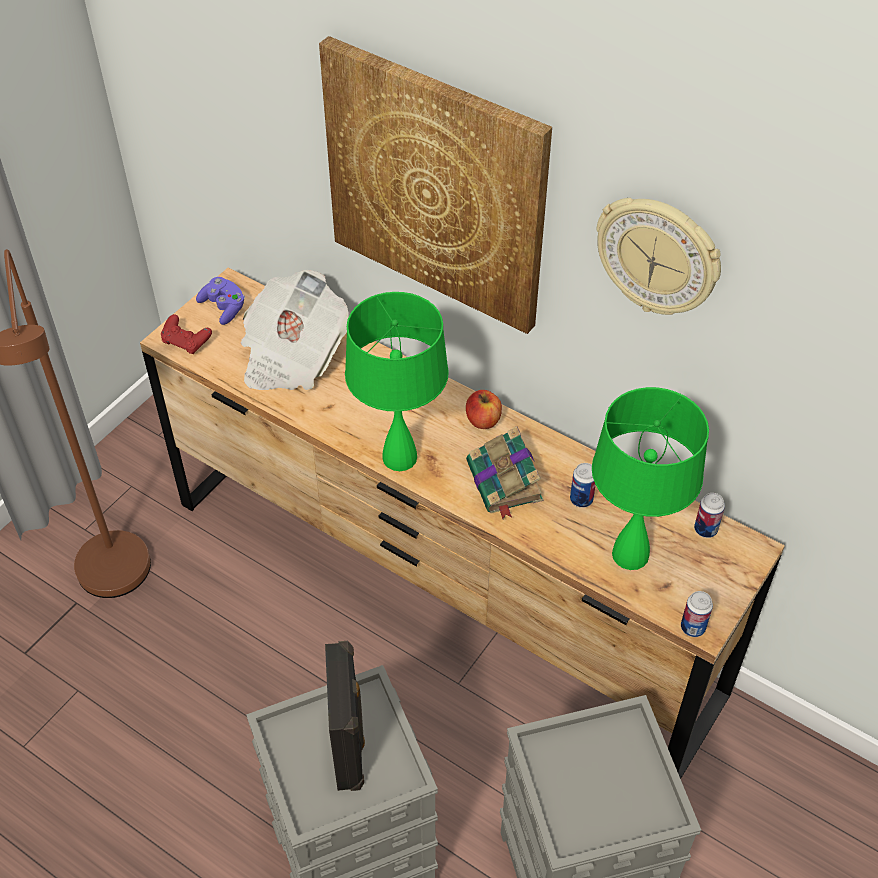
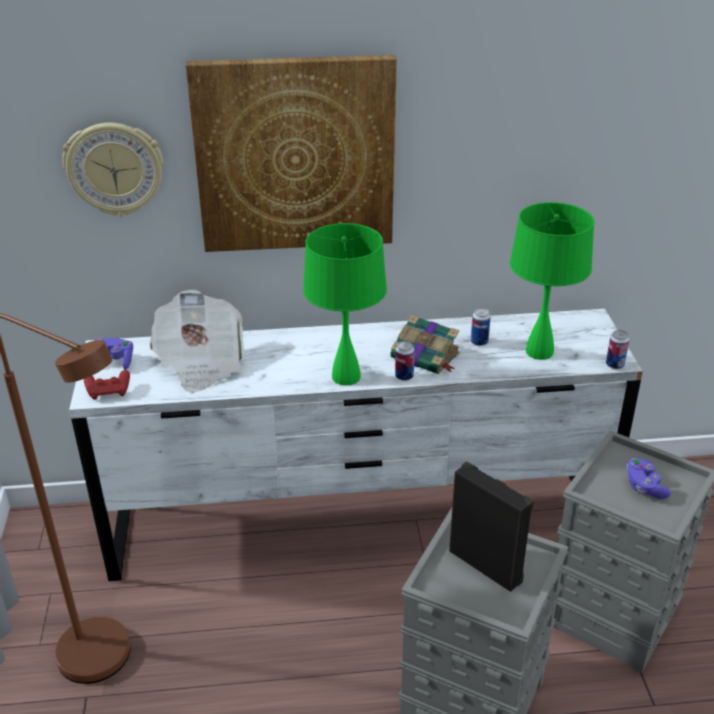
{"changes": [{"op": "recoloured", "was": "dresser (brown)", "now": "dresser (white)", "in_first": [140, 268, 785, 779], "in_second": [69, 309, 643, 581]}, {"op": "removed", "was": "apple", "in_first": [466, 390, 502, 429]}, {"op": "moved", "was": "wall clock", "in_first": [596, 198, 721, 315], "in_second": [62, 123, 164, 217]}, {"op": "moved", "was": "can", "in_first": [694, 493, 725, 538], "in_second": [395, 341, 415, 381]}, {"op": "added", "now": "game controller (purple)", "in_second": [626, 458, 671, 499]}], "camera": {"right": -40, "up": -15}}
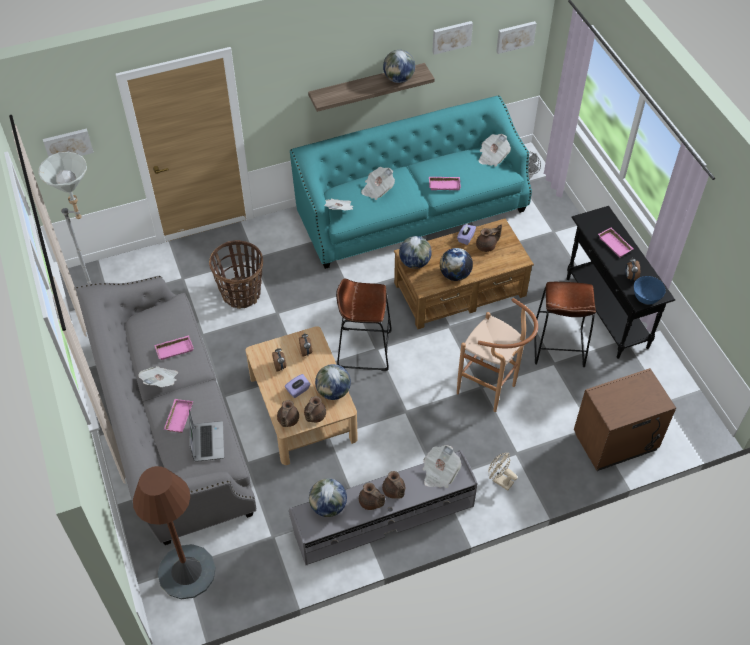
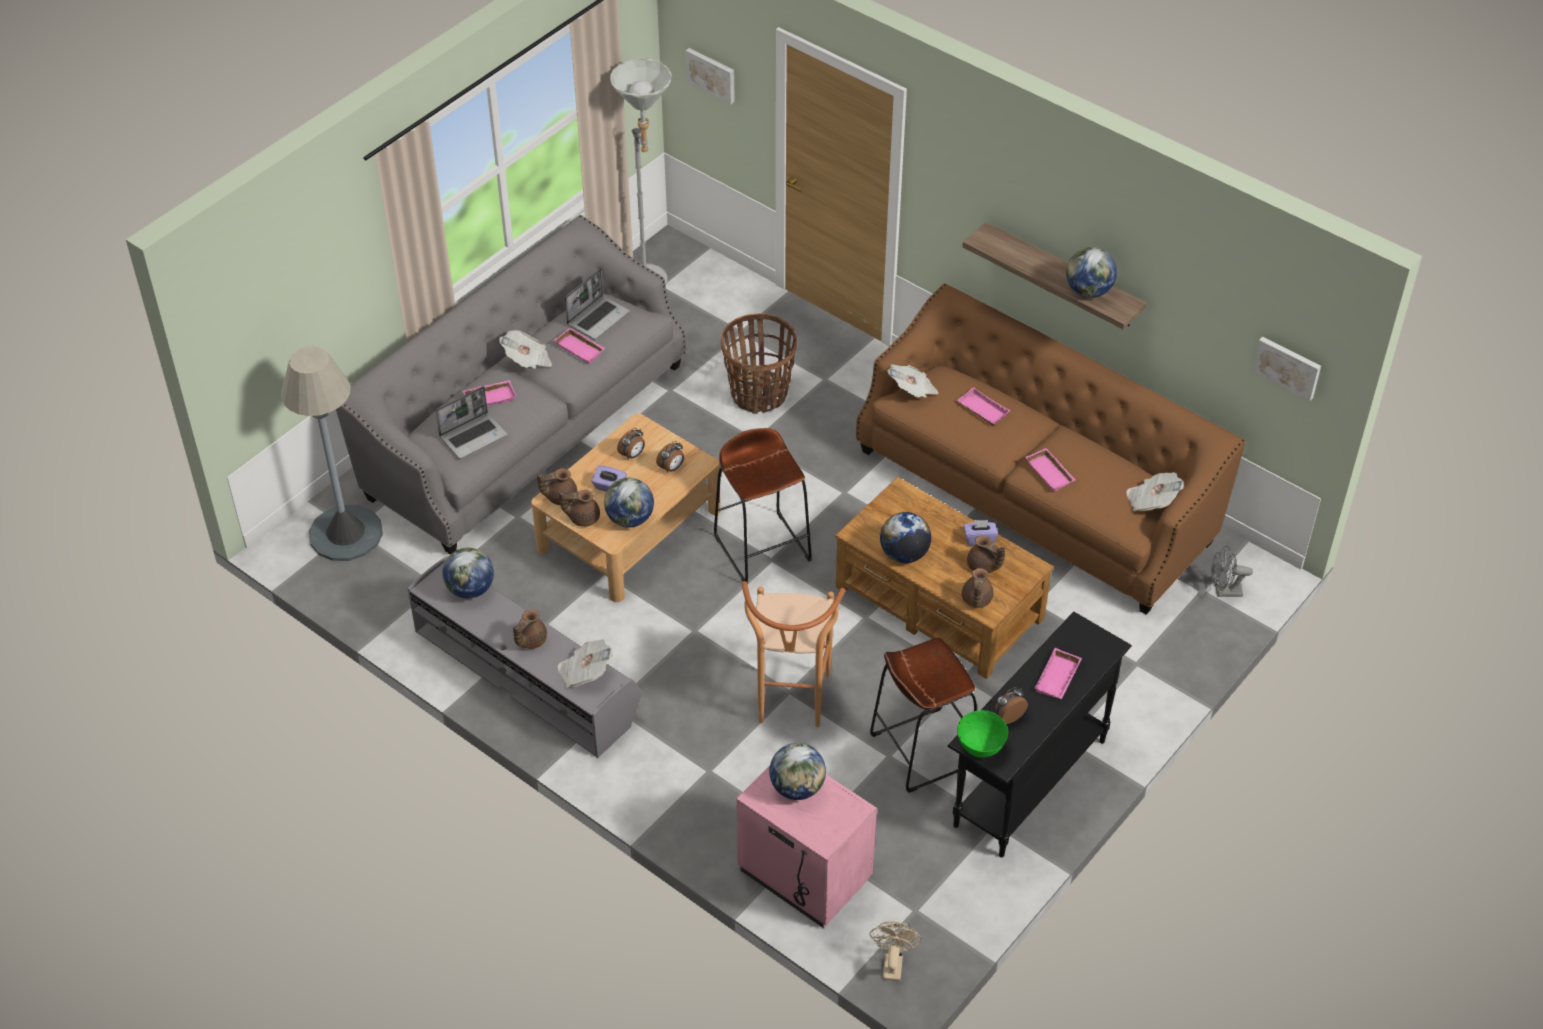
{"changes": [{"op": "recoloured", "was": "floor lamp (brown)", "now": "floor lamp (grey)", "in_first": [133, 466, 216, 599], "in_second": [281, 346, 383, 561]}, {"op": "recoloured", "was": "sofa (turquoise)", "now": "sofa (brown)", "in_first": [290, 95, 532, 269], "in_second": [856, 284, 1246, 615]}, {"op": "moved", "was": "teapot (brown)", "in_first": [359, 483, 385, 510], "in_second": [962, 568, 994, 608]}, {"op": "replaced", "was": "newspaper", "now": "tray (pink)", "in_first": [361, 167, 395, 200], "in_second": [957, 387, 1010, 425]}, {"op": "moved", "was": "globe", "in_first": [399, 236, 432, 269], "in_second": [769, 743, 826, 800]}, {"op": "removed", "was": "picture", "in_first": [432, 21, 473, 55]}, {"op": "moved", "was": "fan (beige)", "in_first": [488, 453, 518, 491], "in_second": [870, 921, 921, 982]}, {"op": "recoloured", "was": "nightstand (brown)", "now": "nightstand (pink)", "in_first": [574, 368, 676, 471], "in_second": [736, 766, 877, 928]}, {"op": "recoloured", "was": "bowl (blue)", "now": "bowl (green)", "in_first": [634, 276, 666, 305], "in_second": [957, 710, 1008, 758]}, {"op": "added", "now": "laptop", "in_second": [565, 269, 630, 339]}], "camera": {"right": 60, "up": -5}}
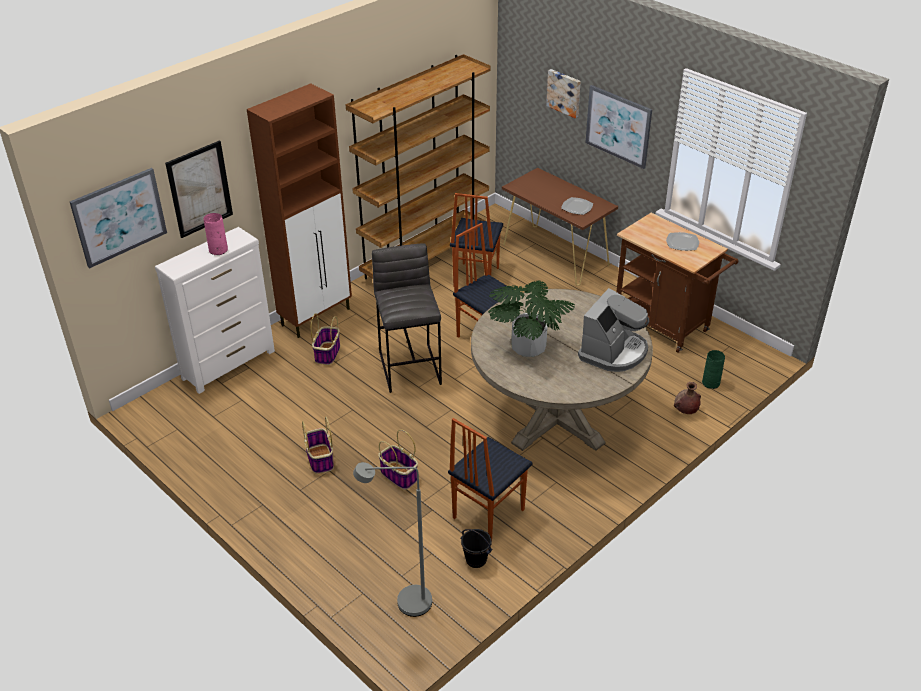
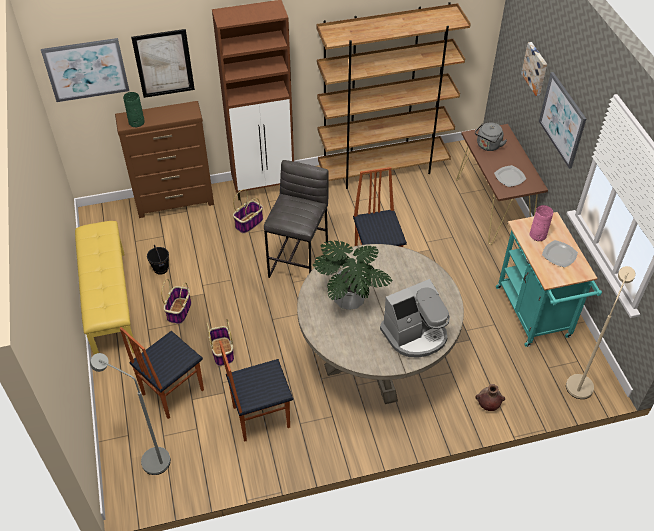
{"changes": [{"op": "recoloured", "was": "dresser (white)", "now": "dresser (brown)", "in_first": [155, 227, 275, 394], "in_second": [115, 101, 214, 218]}, {"op": "moved", "was": "vase (pink)", "in_first": [203, 213, 228, 255], "in_second": [529, 205, 553, 241]}, {"op": "moved", "was": "chair", "in_first": [450, 193, 503, 287], "in_second": [120, 327, 204, 419]}, {"op": "moved", "was": "bucket (black)", "in_first": [460, 529, 492, 568], "in_second": [147, 245, 169, 275]}, {"op": "recoloured", "was": "cart (brown)", "now": "cart (turquoise)", "in_first": [616, 213, 738, 353], "in_second": [496, 212, 602, 347]}, {"op": "moved", "was": "vase (green)", "in_first": [702, 350, 725, 389], "in_second": [123, 92, 145, 127]}, {"op": "added", "now": "bench (yellow)", "in_second": [75, 221, 134, 354]}, {"op": "added", "now": "kettle (grey)", "in_second": [475, 122, 507, 151]}, {"op": "added", "now": "floor lamp (beige)", "in_second": [566, 266, 636, 399]}], "camera": {"right": 30, "up": 10}}
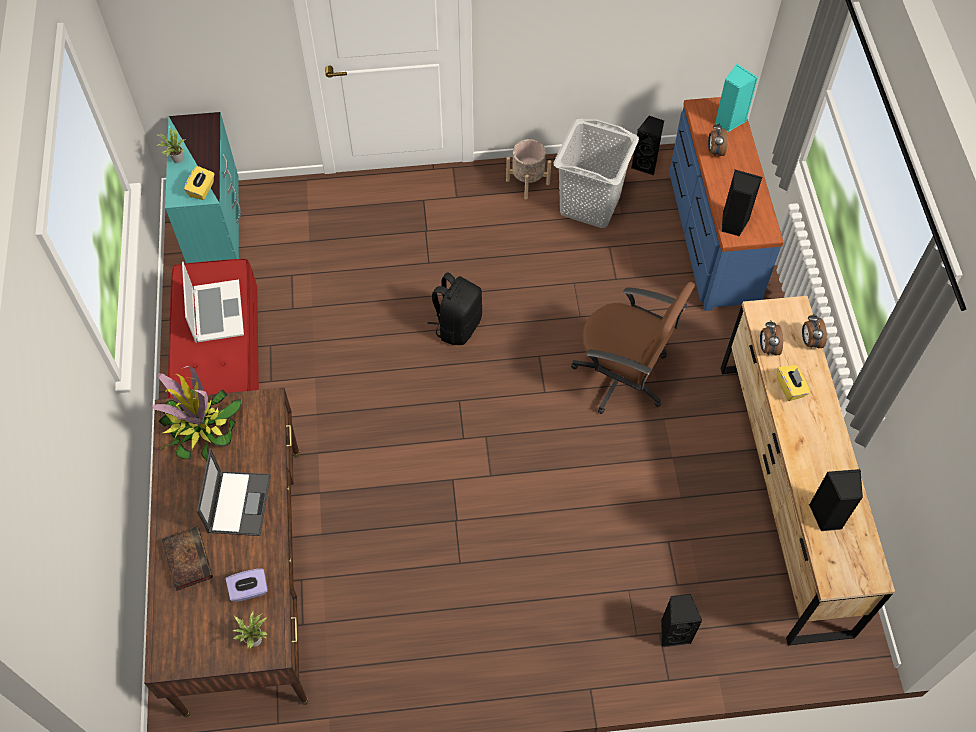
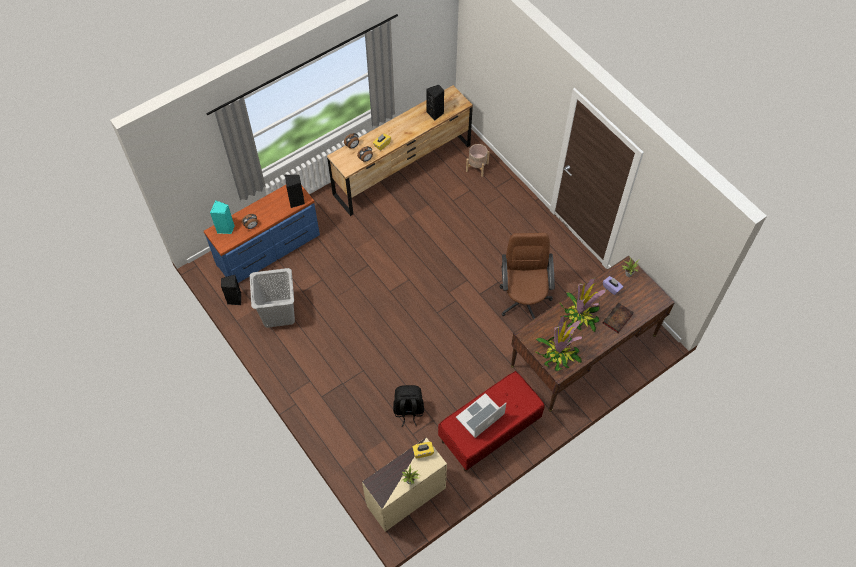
{"changes": [{"op": "recoloured", "was": "dresser (turquoise)", "now": "dresser (beige)", "in_first": [165, 112, 241, 263], "in_second": [362, 437, 447, 532]}, {"op": "replaced", "was": "laptop", "now": "potted plant", "in_first": [197, 448, 271, 536], "in_second": [560, 278, 607, 332]}, {"op": "moved", "was": "backpack (black)", "in_first": [427, 272, 482, 345], "in_second": [393, 385, 424, 427]}, {"op": "moved", "was": "planter (beige)", "in_first": [506, 139, 551, 199], "in_second": [466, 144, 490, 177]}, {"op": "moved", "was": "office chair (brown)", "in_first": [571, 282, 695, 414], "in_second": [499, 233, 555, 319]}, {"op": "removed", "was": "speaker (black)", "in_first": [661, 594, 702, 647]}], "camera": {"right": -120, "up": 0}}
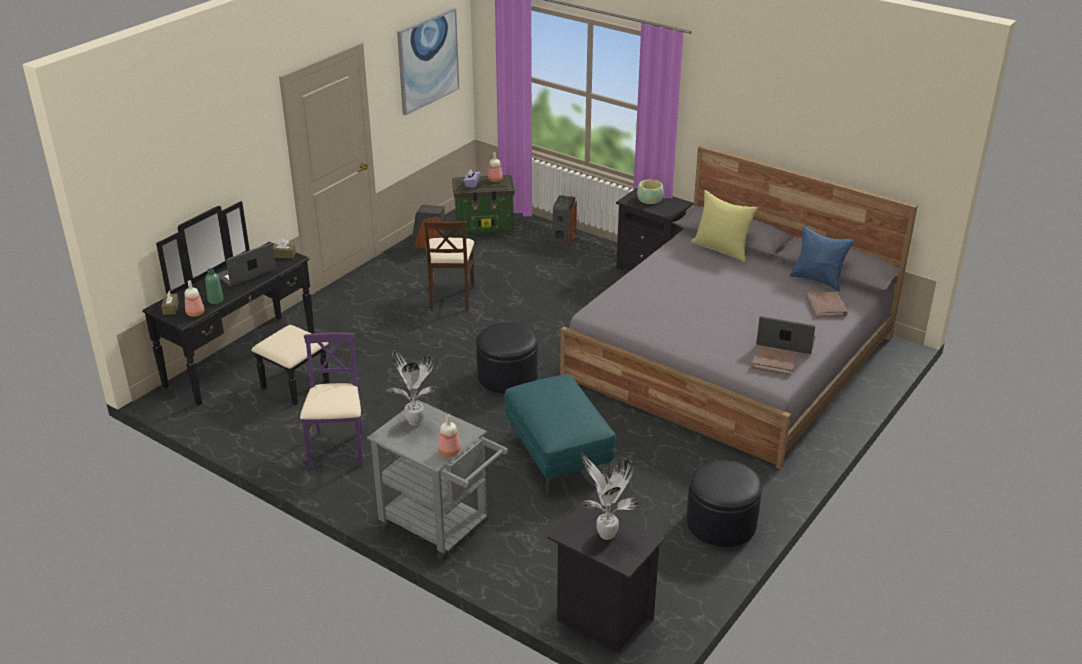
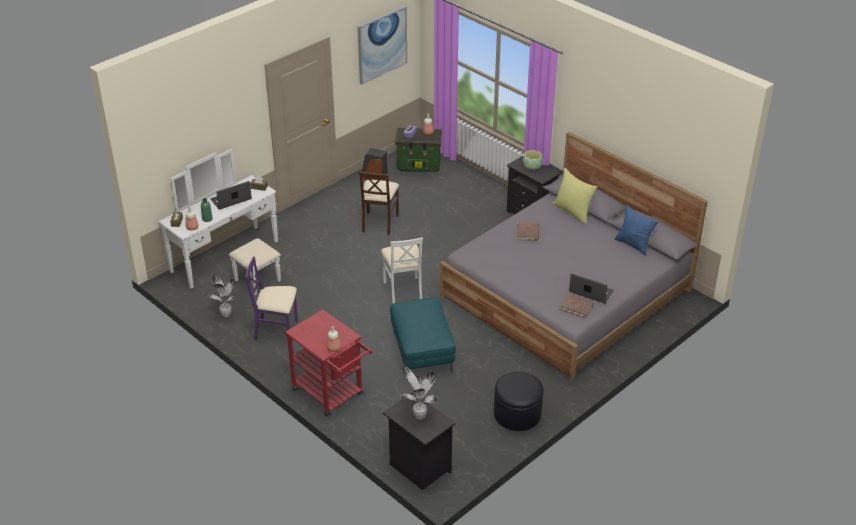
{"changes": [{"op": "recoloured", "was": "dresser (black)", "now": "dresser (white)", "in_first": [142, 201, 329, 406], "in_second": [158, 149, 281, 295]}, {"op": "turned", "was": "chair (purple)", "in_first": [300, 333, 364, 468], "in_second": [245, 256, 298, 340], "clockwise": -90}, {"op": "recoloured", "was": "cart (grey)", "now": "cart (red)", "in_first": [367, 400, 508, 561], "in_second": [284, 309, 373, 416]}, {"op": "moved", "was": "potted plant", "in_first": [384, 350, 437, 425], "in_second": [205, 273, 236, 317]}, {"op": "replaced", "was": "ottoman (black)", "now": "chair (white)", "in_first": [476, 322, 538, 394], "in_second": [381, 237, 423, 304]}, {"op": "removed", "was": "speaker", "in_first": [551, 195, 577, 248]}, {"op": "moved", "was": "book (brown)", "in_first": [807, 292, 848, 318], "in_second": [516, 221, 539, 241]}], "camera": {"right": 10, "up": 5}}
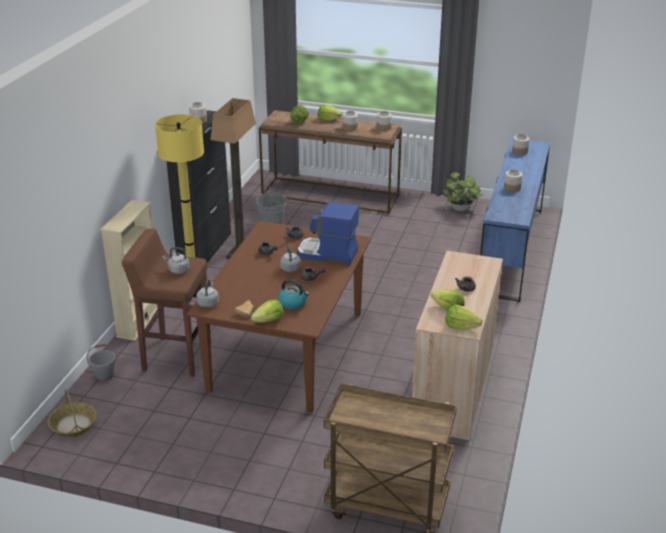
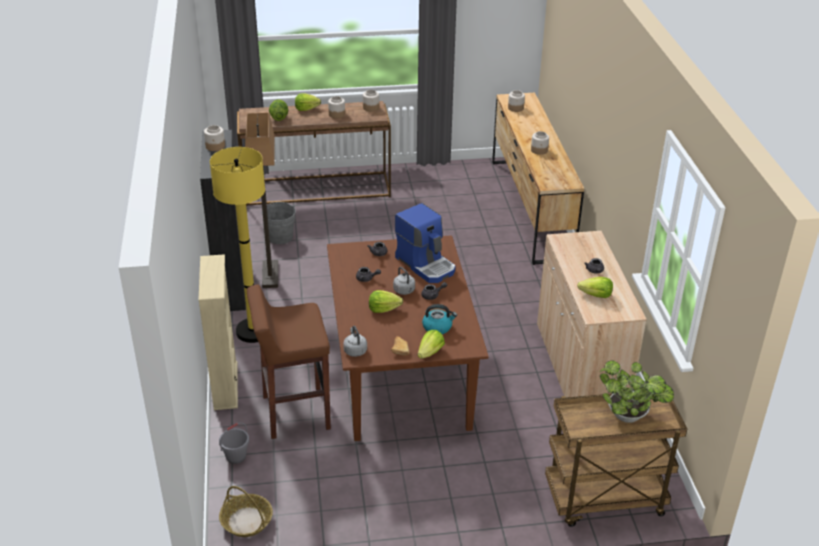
{"changes": [{"op": "removed", "was": "kettle (grey)", "in_first": [163, 247, 190, 274]}, {"op": "turned", "was": "coffee machine", "in_first": [297, 202, 359, 265], "in_second": [395, 203, 455, 283], "clockwise": -120}, {"op": "moved", "was": "potted plant", "in_first": [443, 172, 483, 211], "in_second": [600, 360, 674, 423]}, {"op": "moved", "was": "lettuce", "in_first": [445, 305, 483, 329], "in_second": [369, 290, 403, 313]}, {"op": "recoloured", "was": "dresser (blue)", "now": "dresser (brown)", "in_first": [480, 138, 550, 302], "in_second": [492, 93, 584, 265]}], "camera": {"right": -25, "up": 5}}
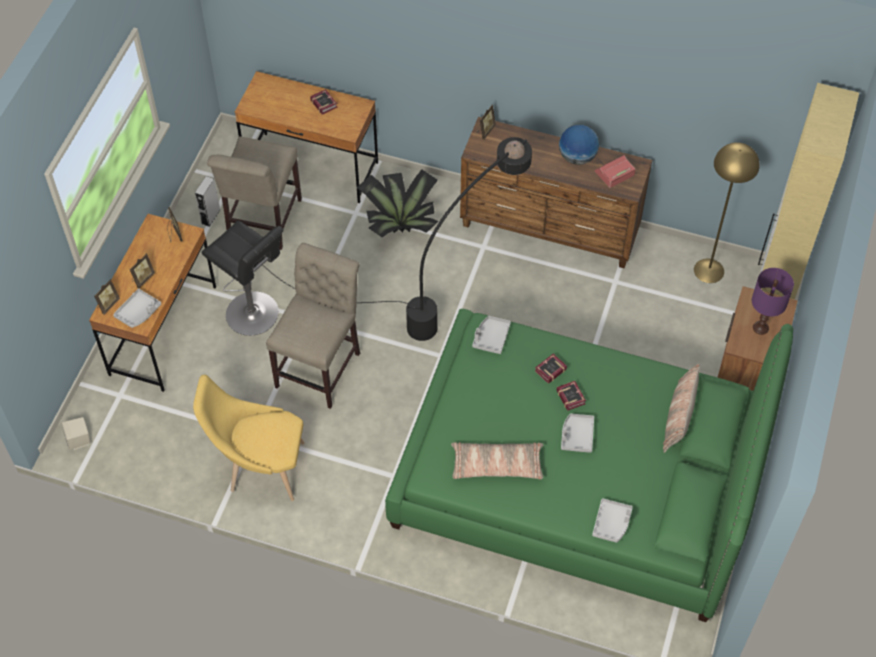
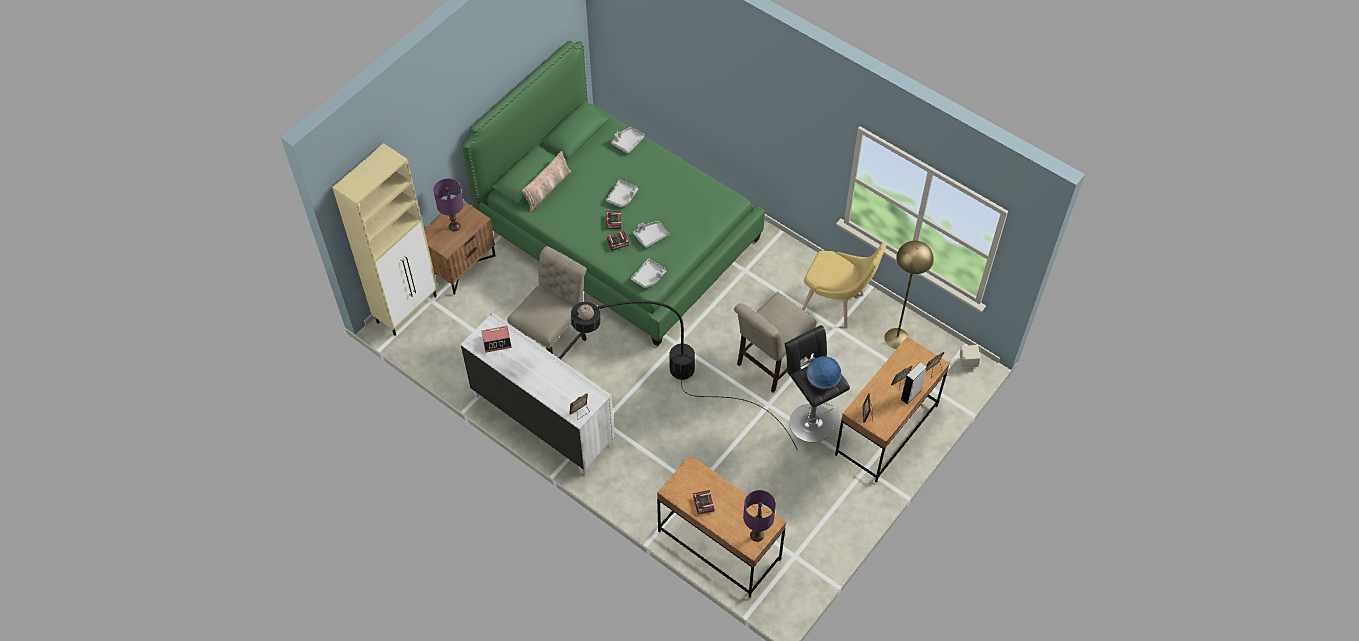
{"changes": [{"op": "moved", "was": "tray (grey)", "in_first": [113, 288, 161, 328], "in_second": [633, 221, 669, 248]}, {"op": "moved", "was": "speaker (grey)", "in_first": [195, 176, 221, 227], "in_second": [900, 362, 927, 405]}, {"op": "moved", "was": "chair (beige)", "in_first": [207, 136, 302, 250], "in_second": [507, 246, 587, 360]}, {"op": "removed", "was": "potted plant", "in_first": [357, 169, 439, 237]}, {"op": "removed", "was": "pillow", "in_first": [451, 442, 544, 479]}, {"op": "recoloured", "was": "dresser (brown)", "now": "dresser (white)", "in_first": [460, 117, 652, 268], "in_second": [460, 313, 615, 475]}, {"op": "moved", "was": "globe", "in_first": [559, 125, 599, 165], "in_second": [807, 356, 841, 391]}, {"op": "moved", "was": "floor lamp (yellow)", "in_first": [694, 142, 760, 283], "in_second": [884, 240, 934, 349]}, {"op": "added", "now": "table lamp (purple)", "in_second": [743, 490, 776, 542]}], "camera": {"right": -160, "up": 0}}
